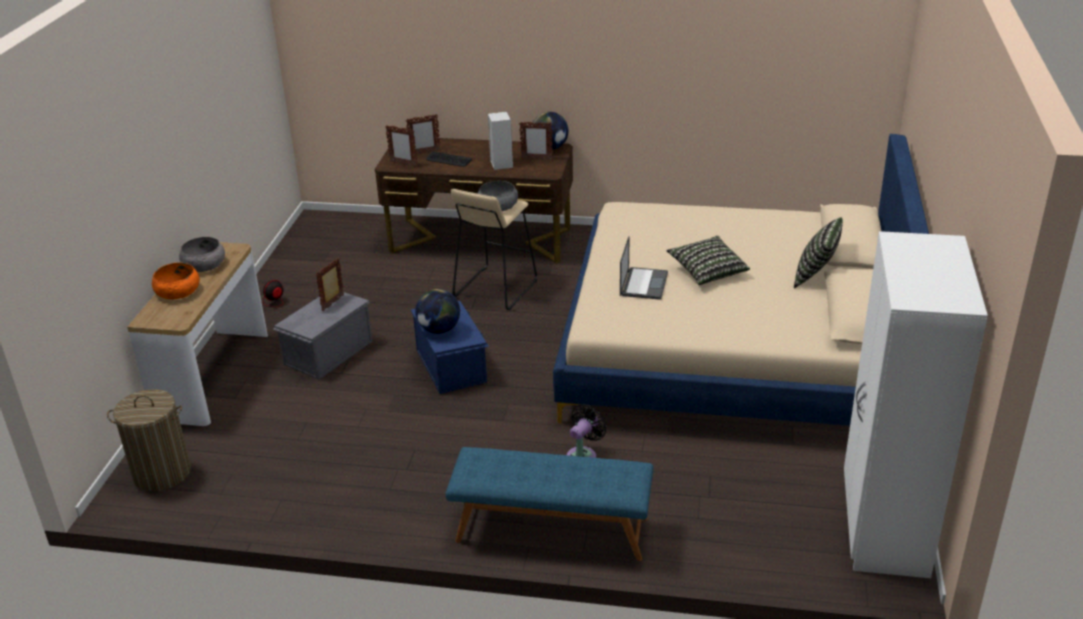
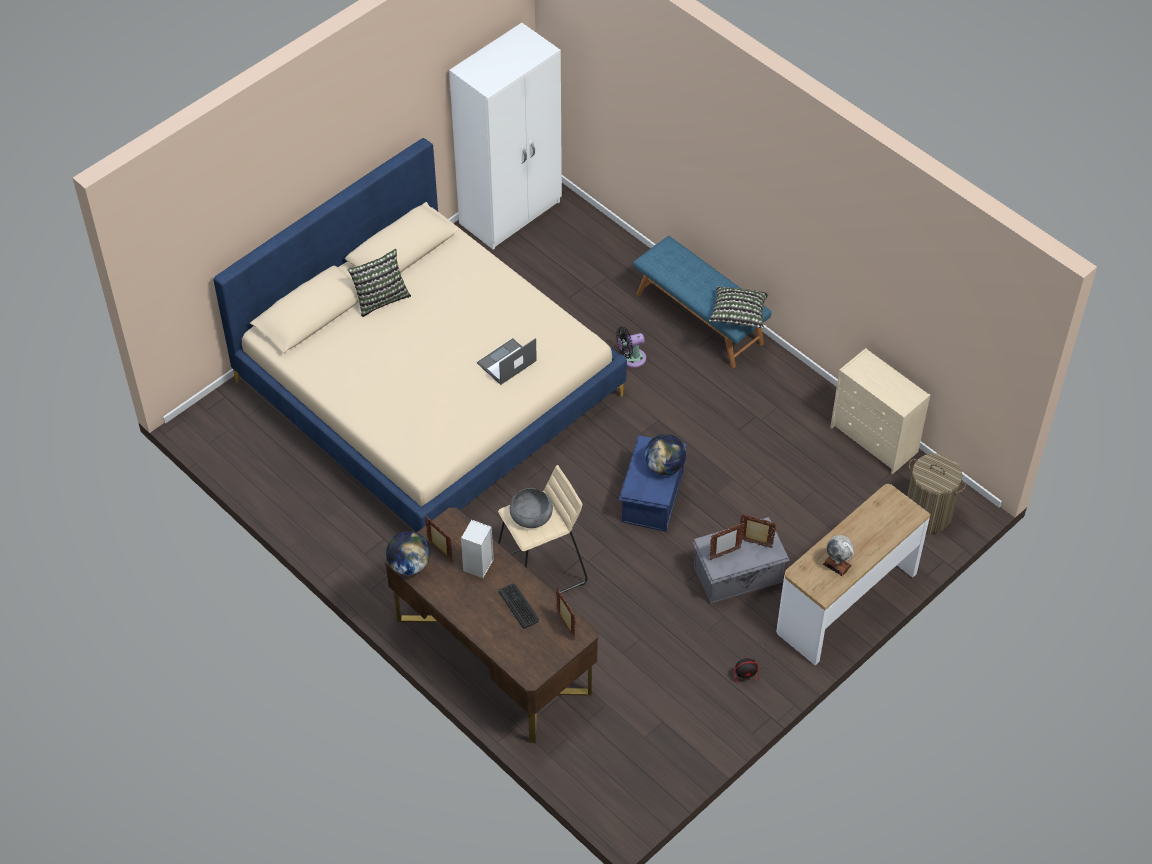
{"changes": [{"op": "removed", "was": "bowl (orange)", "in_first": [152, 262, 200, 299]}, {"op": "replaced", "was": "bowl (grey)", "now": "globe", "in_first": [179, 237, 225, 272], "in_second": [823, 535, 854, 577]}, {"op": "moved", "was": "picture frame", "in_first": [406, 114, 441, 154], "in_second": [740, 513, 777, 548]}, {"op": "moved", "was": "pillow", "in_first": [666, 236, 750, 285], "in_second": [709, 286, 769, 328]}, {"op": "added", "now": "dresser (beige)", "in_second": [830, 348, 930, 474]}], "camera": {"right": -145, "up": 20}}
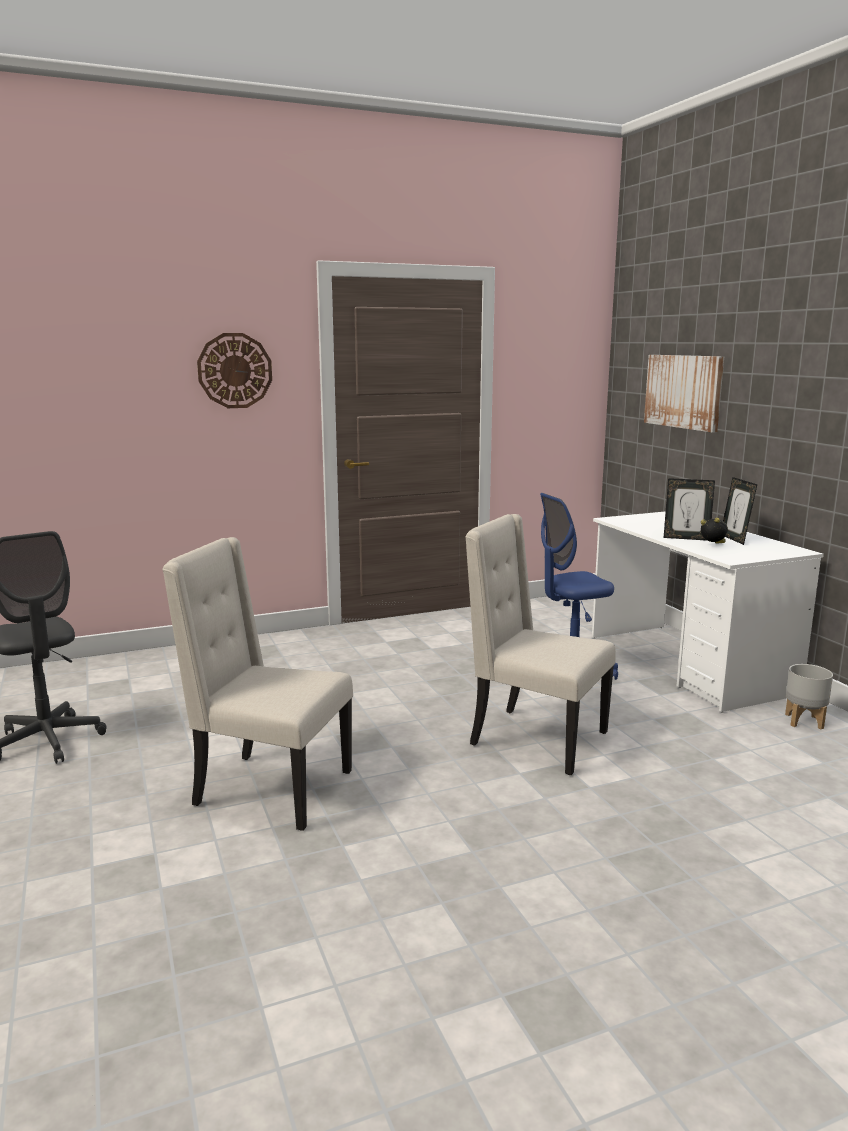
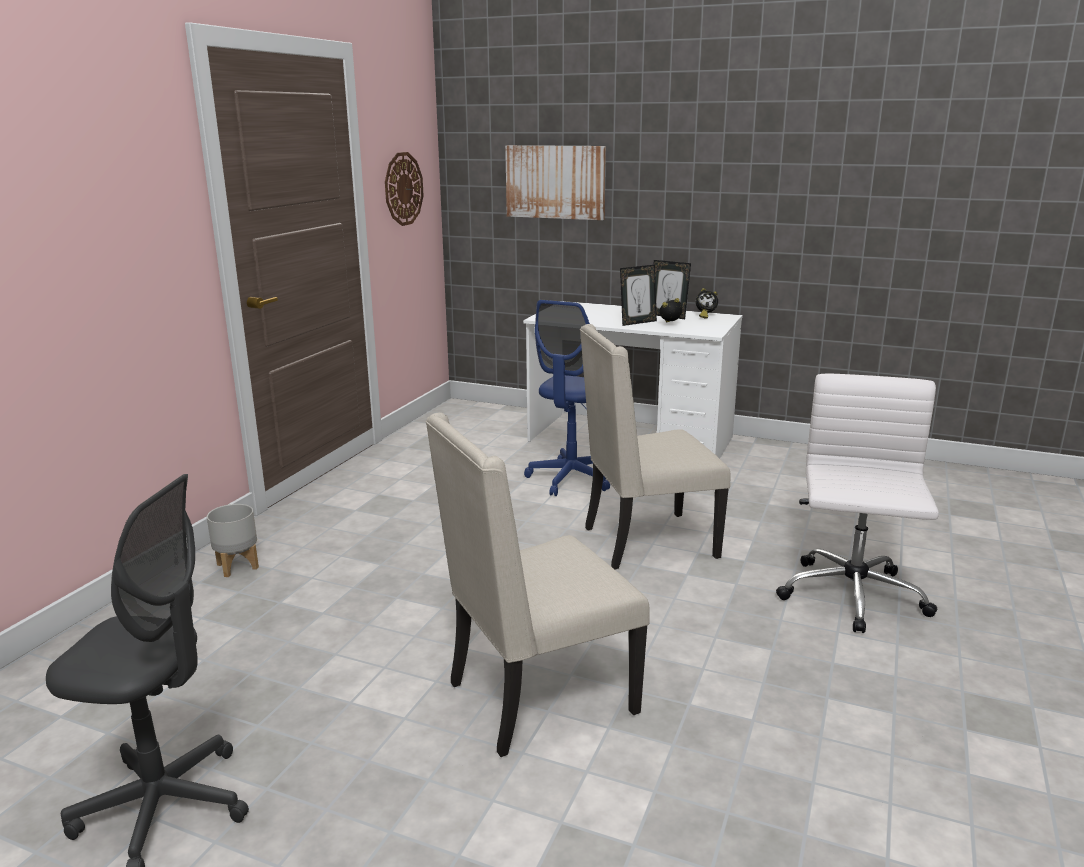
{"changes": [{"op": "moved", "was": "wall clock", "in_first": [197, 333, 272, 408], "in_second": [385, 152, 424, 226]}, {"op": "moved", "was": "planter (grey)", "in_first": [785, 664, 833, 729], "in_second": [207, 504, 259, 577]}, {"op": "added", "now": "alarm clock", "in_second": [696, 288, 718, 319]}, {"op": "added", "now": "office chair (white)", "in_second": [776, 374, 939, 633]}], "camera": {"right": -45, "up": 5}}
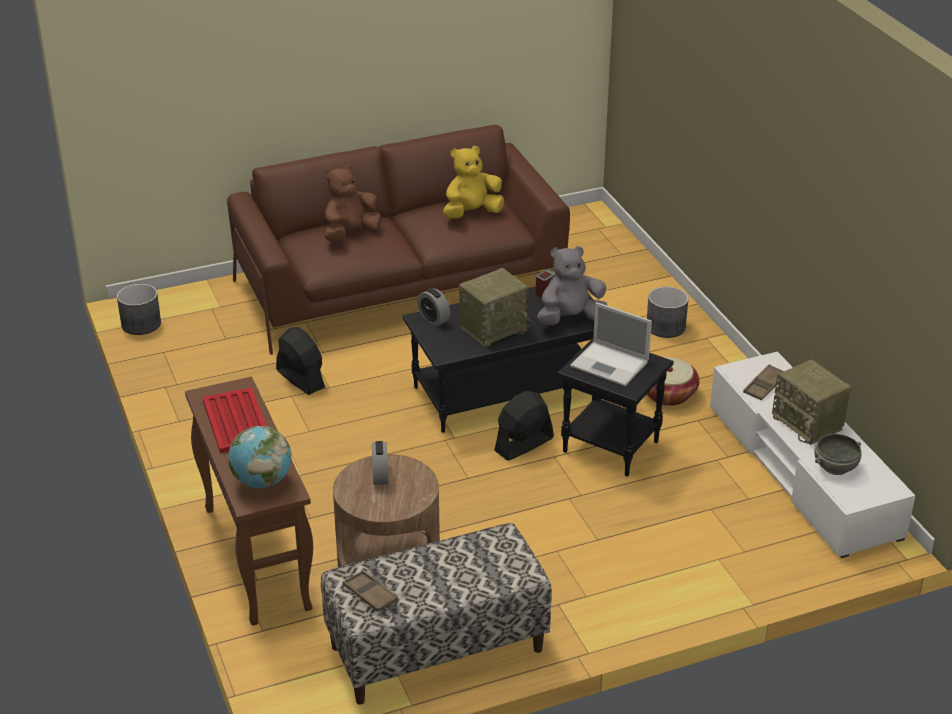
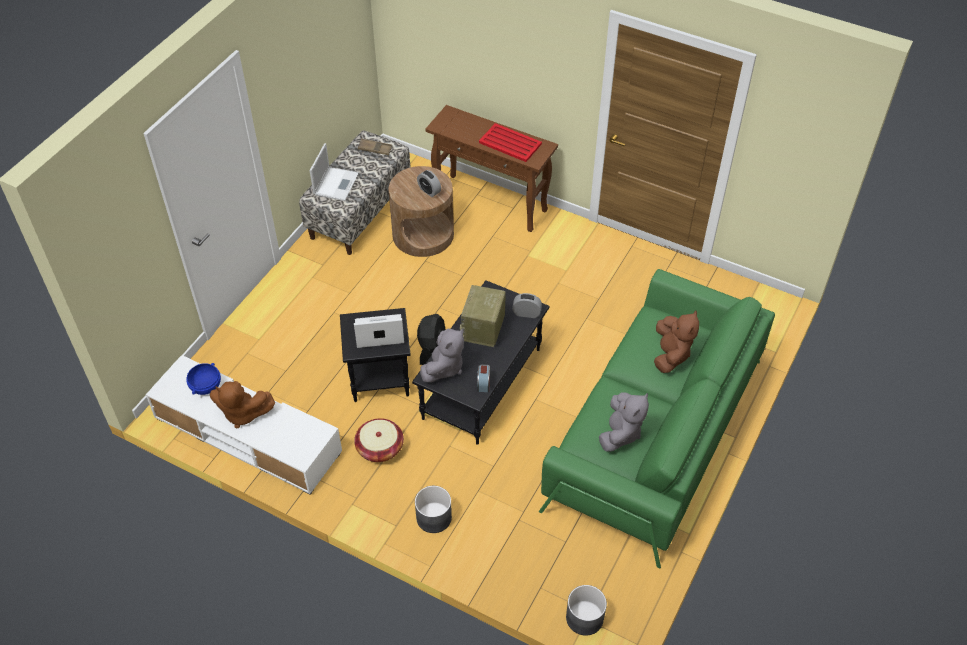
{"changes": [{"op": "moved", "was": "planter (grey)", "in_first": [117, 284, 161, 335], "in_second": [566, 585, 607, 636]}, {"op": "recoloured", "was": "sofa (brown)", "now": "sofa (green)", "in_first": [227, 125, 570, 355], "in_second": [539, 269, 775, 568]}, {"op": "removed", "was": "globe", "in_first": [228, 426, 292, 488]}, {"op": "removed", "was": "fan (black)", "in_first": [276, 327, 325, 395]}, {"op": "recoloured", "was": "plush toy (yellow)", "now": "plush toy (grey)", "in_first": [443, 146, 504, 218], "in_second": [599, 392, 649, 452]}, {"op": "removed", "was": "tray (brown)", "in_first": [743, 364, 784, 401]}, {"op": "replaced", "was": "radio", "now": "plush toy (brown)", "in_first": [772, 360, 851, 445], "in_second": [210, 381, 275, 428]}, {"op": "recoloured", "was": "bowl (grey)", "now": "bowl (blue)", "in_first": [814, 434, 862, 475], "in_second": [186, 363, 221, 395]}, {"op": "added", "now": "laptop", "in_second": [310, 143, 359, 201]}], "camera": {"right": 140, "up": 15}}
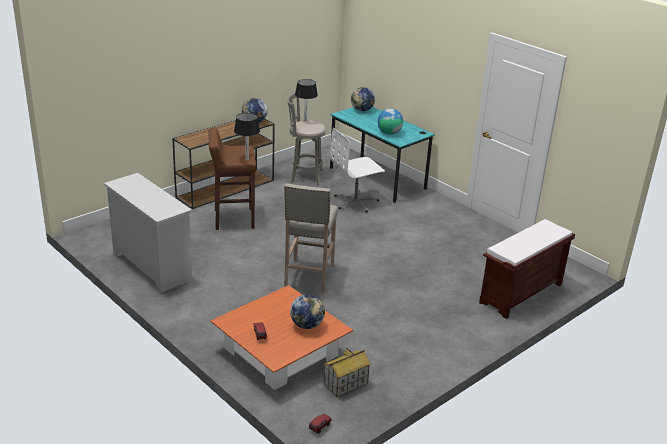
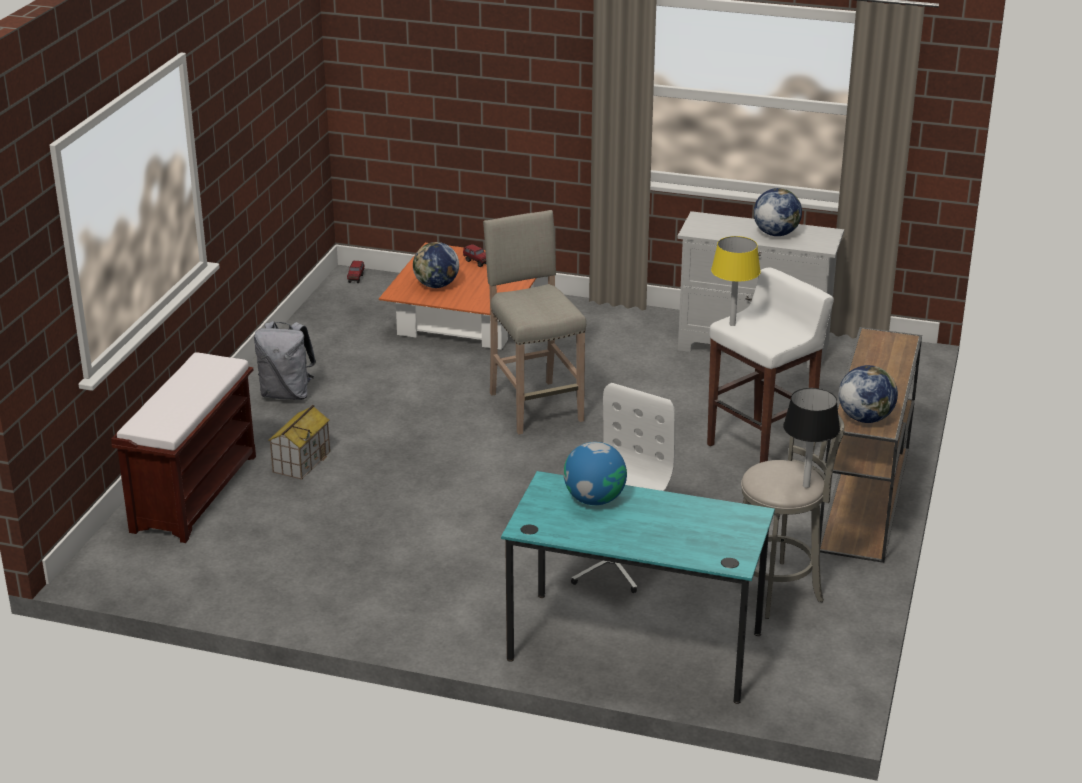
{"changes": [{"op": "recoloured", "was": "stool (brown)", "now": "stool (white)", "in_first": [208, 127, 256, 230], "in_second": [707, 268, 834, 463]}, {"op": "recoloured", "was": "table lamp (black)", "now": "table lamp (yellow)", "in_first": [234, 113, 260, 161], "in_second": [711, 236, 761, 326]}, {"op": "moved", "was": "toy house", "in_first": [323, 347, 370, 398], "in_second": [268, 405, 330, 480]}, {"op": "moved", "was": "globe", "in_first": [351, 87, 375, 111], "in_second": [753, 188, 802, 236]}, {"op": "added", "now": "backpack (grey)", "in_second": [254, 321, 316, 400]}], "camera": {"right": 150, "up": 0}}
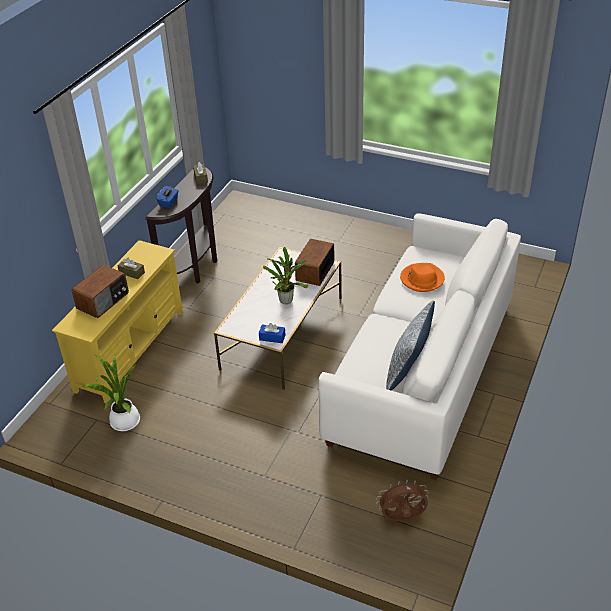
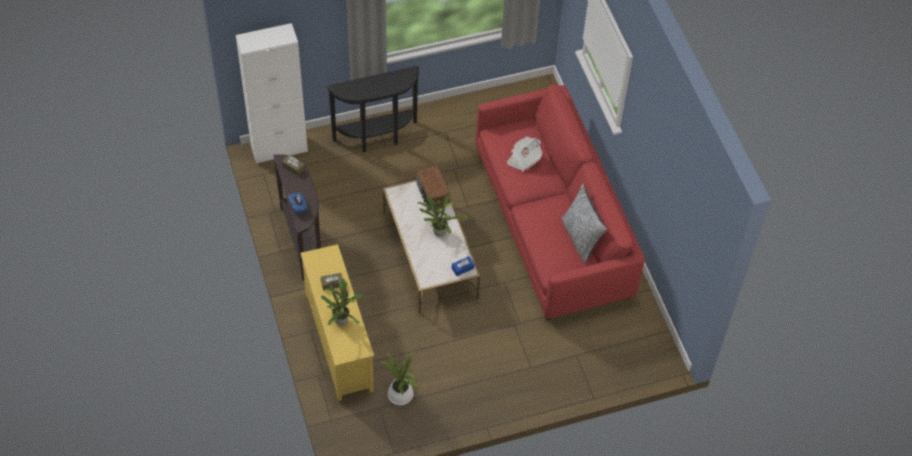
{"changes": [{"op": "replaced", "was": "radio", "now": "potted plant", "in_first": [72, 265, 129, 318], "in_second": [321, 279, 363, 326]}, {"op": "recoloured", "was": "sofa (white)", "now": "sofa (red)", "in_first": [319, 213, 521, 480], "in_second": [475, 84, 645, 321]}, {"op": "removed", "was": "fan (brown)", "in_first": [376, 480, 429, 521]}, {"op": "replaced", "was": "hat (orange)", "now": "newspaper", "in_first": [400, 263, 445, 292], "in_second": [507, 136, 542, 172]}, {"op": "added", "now": "cabinet (white)", "in_second": [236, 23, 308, 164]}, {"op": "added", "now": "console table (black)", "in_second": [327, 66, 419, 153]}], "camera": {"right": -45, "up": 15}}
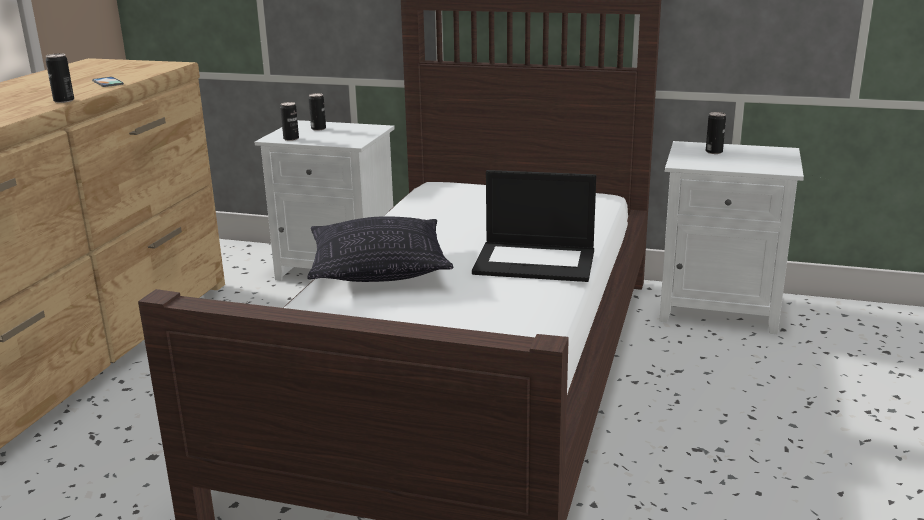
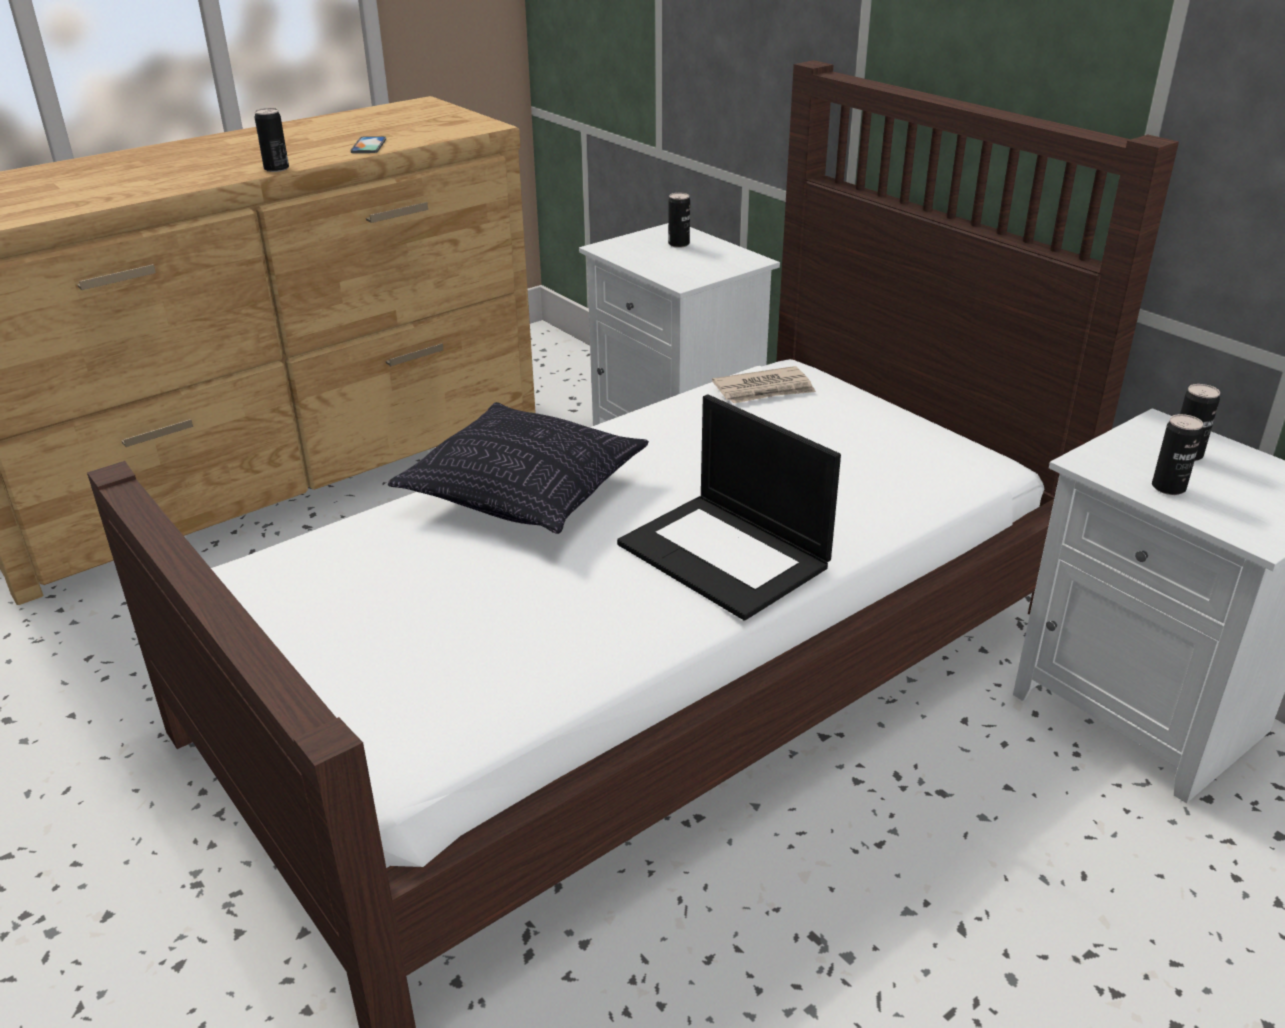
{"changes": [{"op": "moved", "was": "can", "in_first": [280, 102, 299, 141], "in_second": [1152, 414, 1203, 495]}, {"op": "added", "now": "newspaper", "in_second": [712, 366, 816, 403]}], "camera": {"right": 35, "up": 10}}
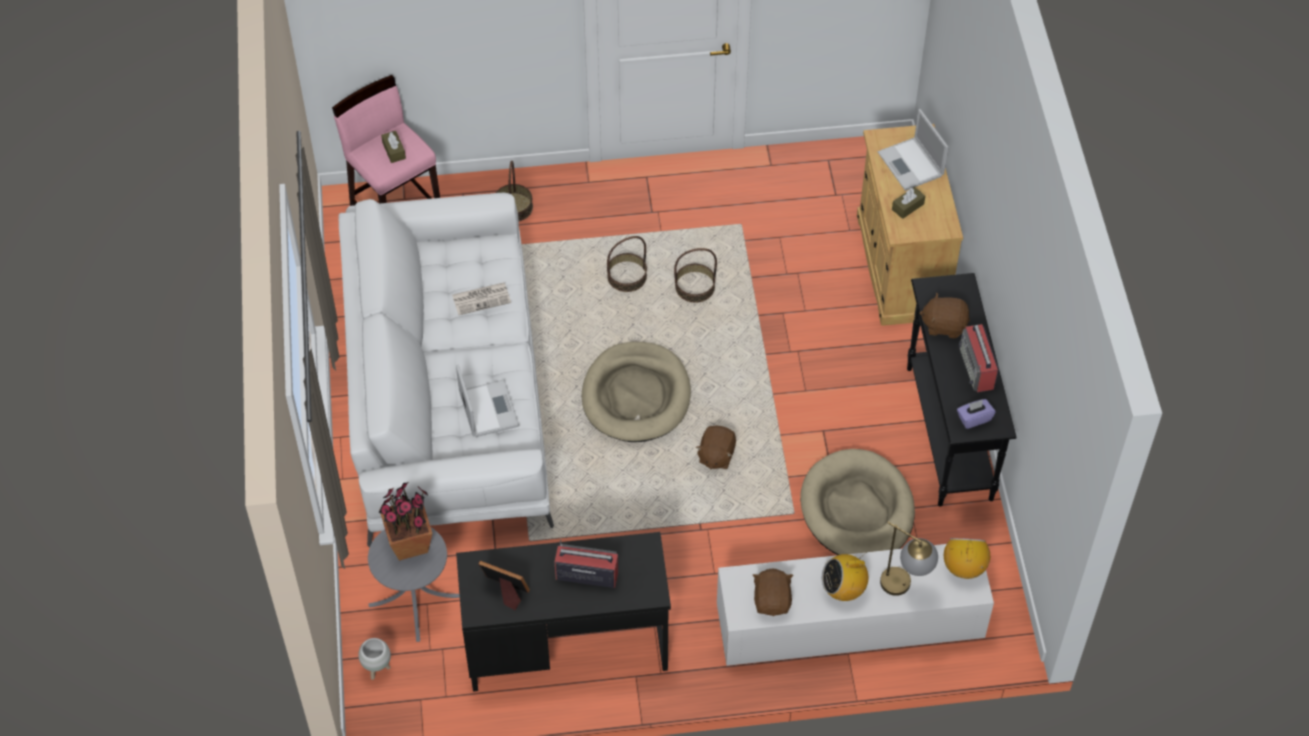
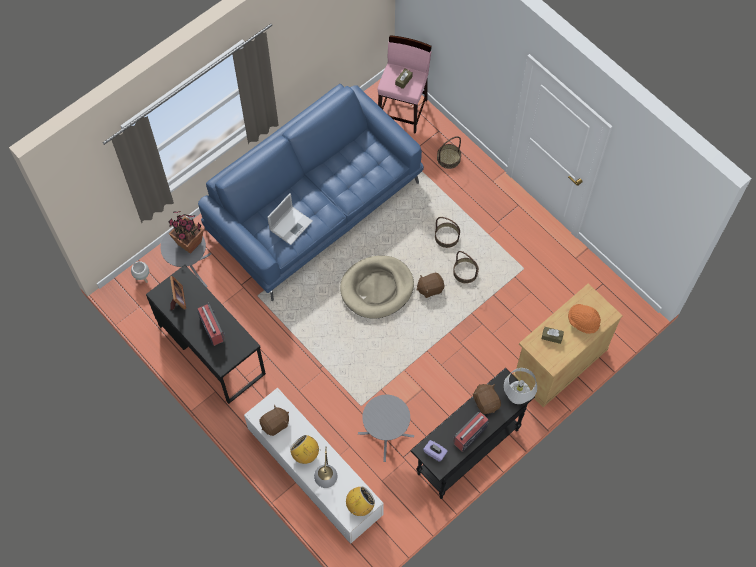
{"changes": [{"op": "recoloured", "was": "sofa (white)", "now": "sofa (blue)", "in_first": [338, 193, 554, 547], "in_second": [198, 84, 424, 301]}, {"op": "removed", "was": "newspaper", "in_first": [452, 282, 511, 315]}, {"op": "moved", "was": "plush toy (brown)", "in_first": [696, 425, 736, 469], "in_second": [416, 273, 445, 298]}, {"op": "replaced", "was": "dog bed (beige)", "now": "side table (grey)", "in_first": [800, 449, 915, 555], "in_second": [358, 395, 414, 462]}, {"op": "replaced", "was": "laptop", "now": "hat (orange)", "in_first": [878, 109, 948, 191], "in_second": [568, 304, 601, 334]}, {"op": "added", "now": "table lamp (white)", "in_second": [504, 368, 537, 404]}], "camera": {"right": 55, "up": 10}}
